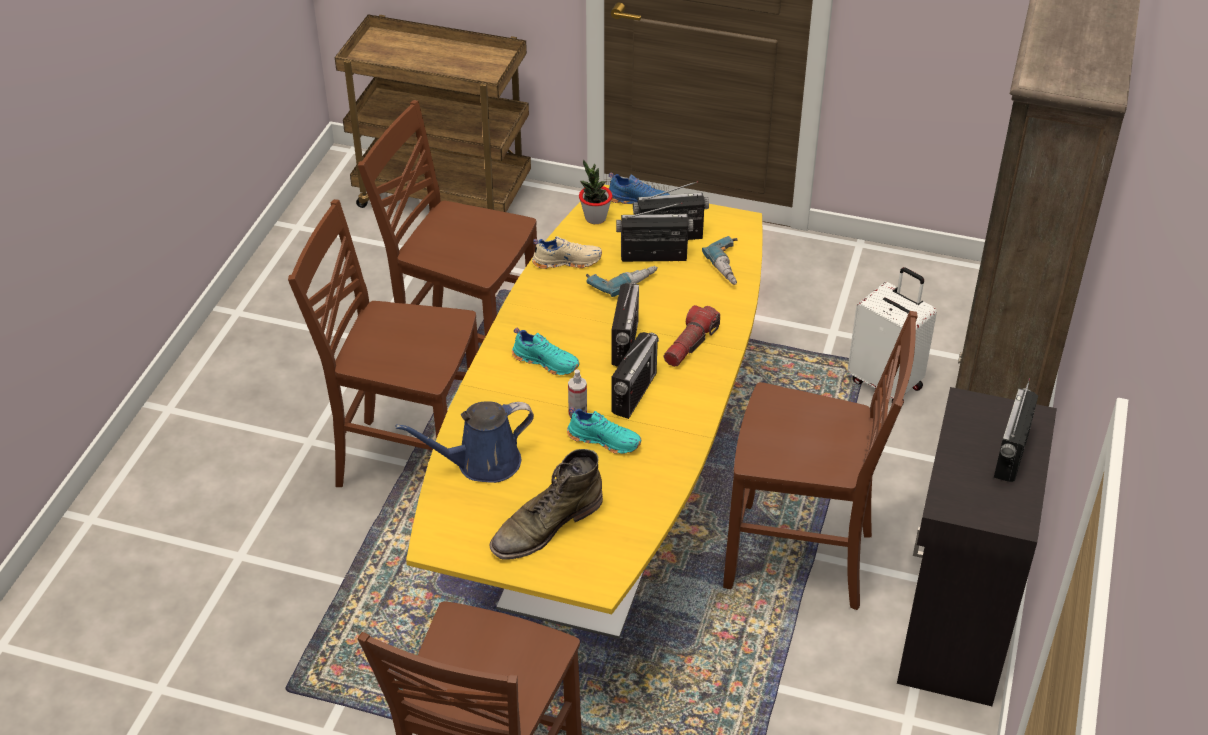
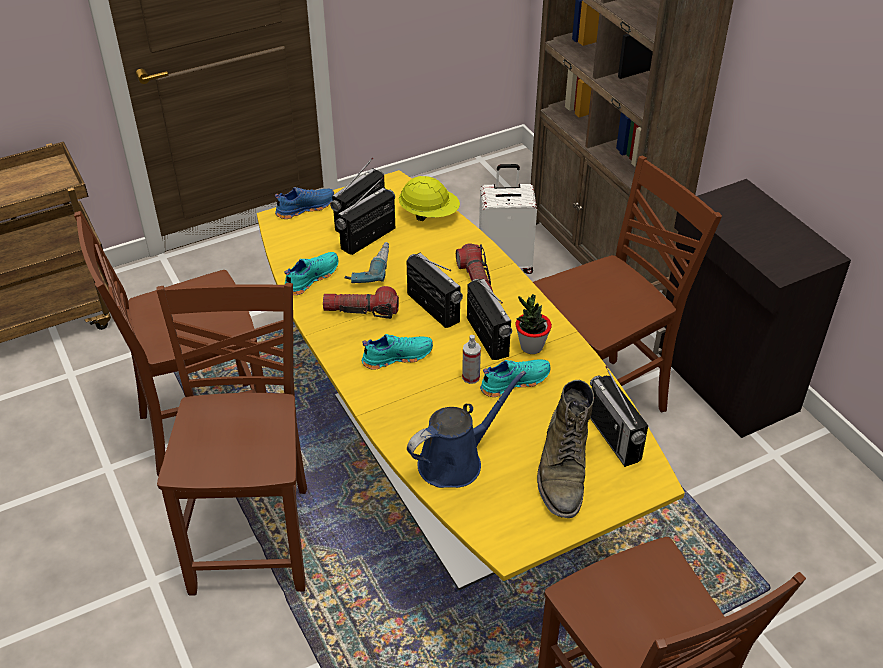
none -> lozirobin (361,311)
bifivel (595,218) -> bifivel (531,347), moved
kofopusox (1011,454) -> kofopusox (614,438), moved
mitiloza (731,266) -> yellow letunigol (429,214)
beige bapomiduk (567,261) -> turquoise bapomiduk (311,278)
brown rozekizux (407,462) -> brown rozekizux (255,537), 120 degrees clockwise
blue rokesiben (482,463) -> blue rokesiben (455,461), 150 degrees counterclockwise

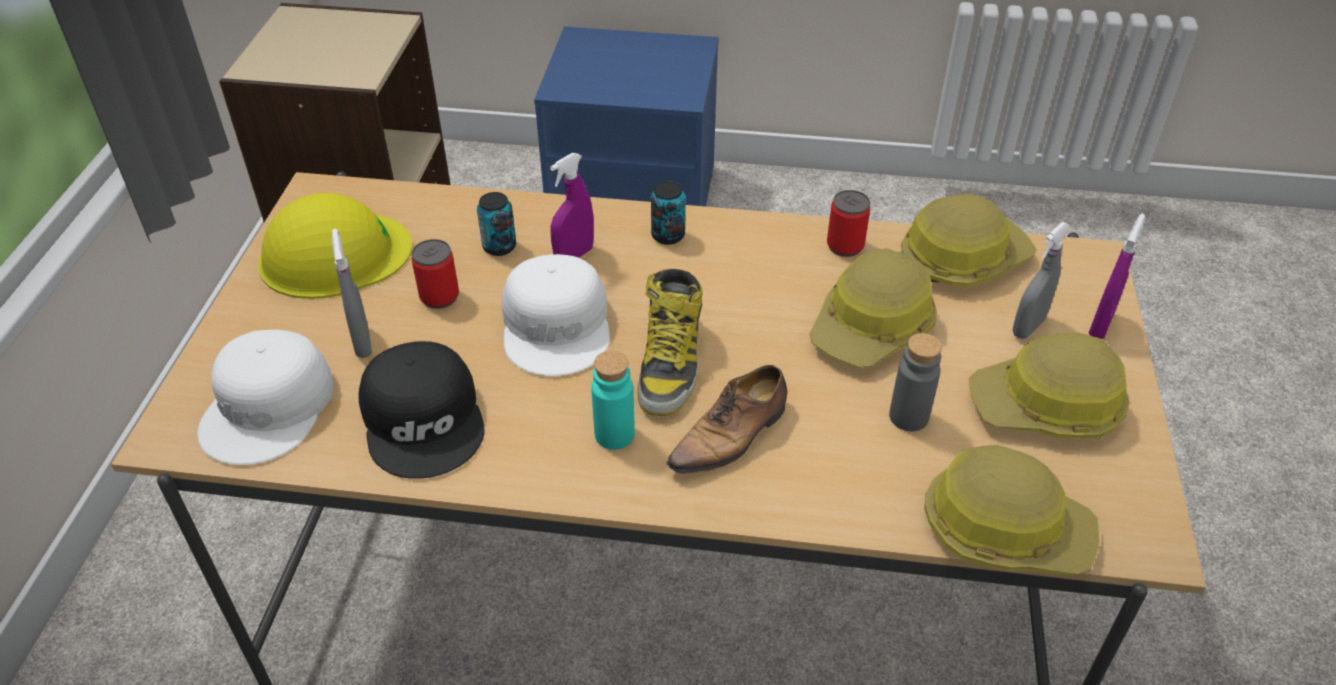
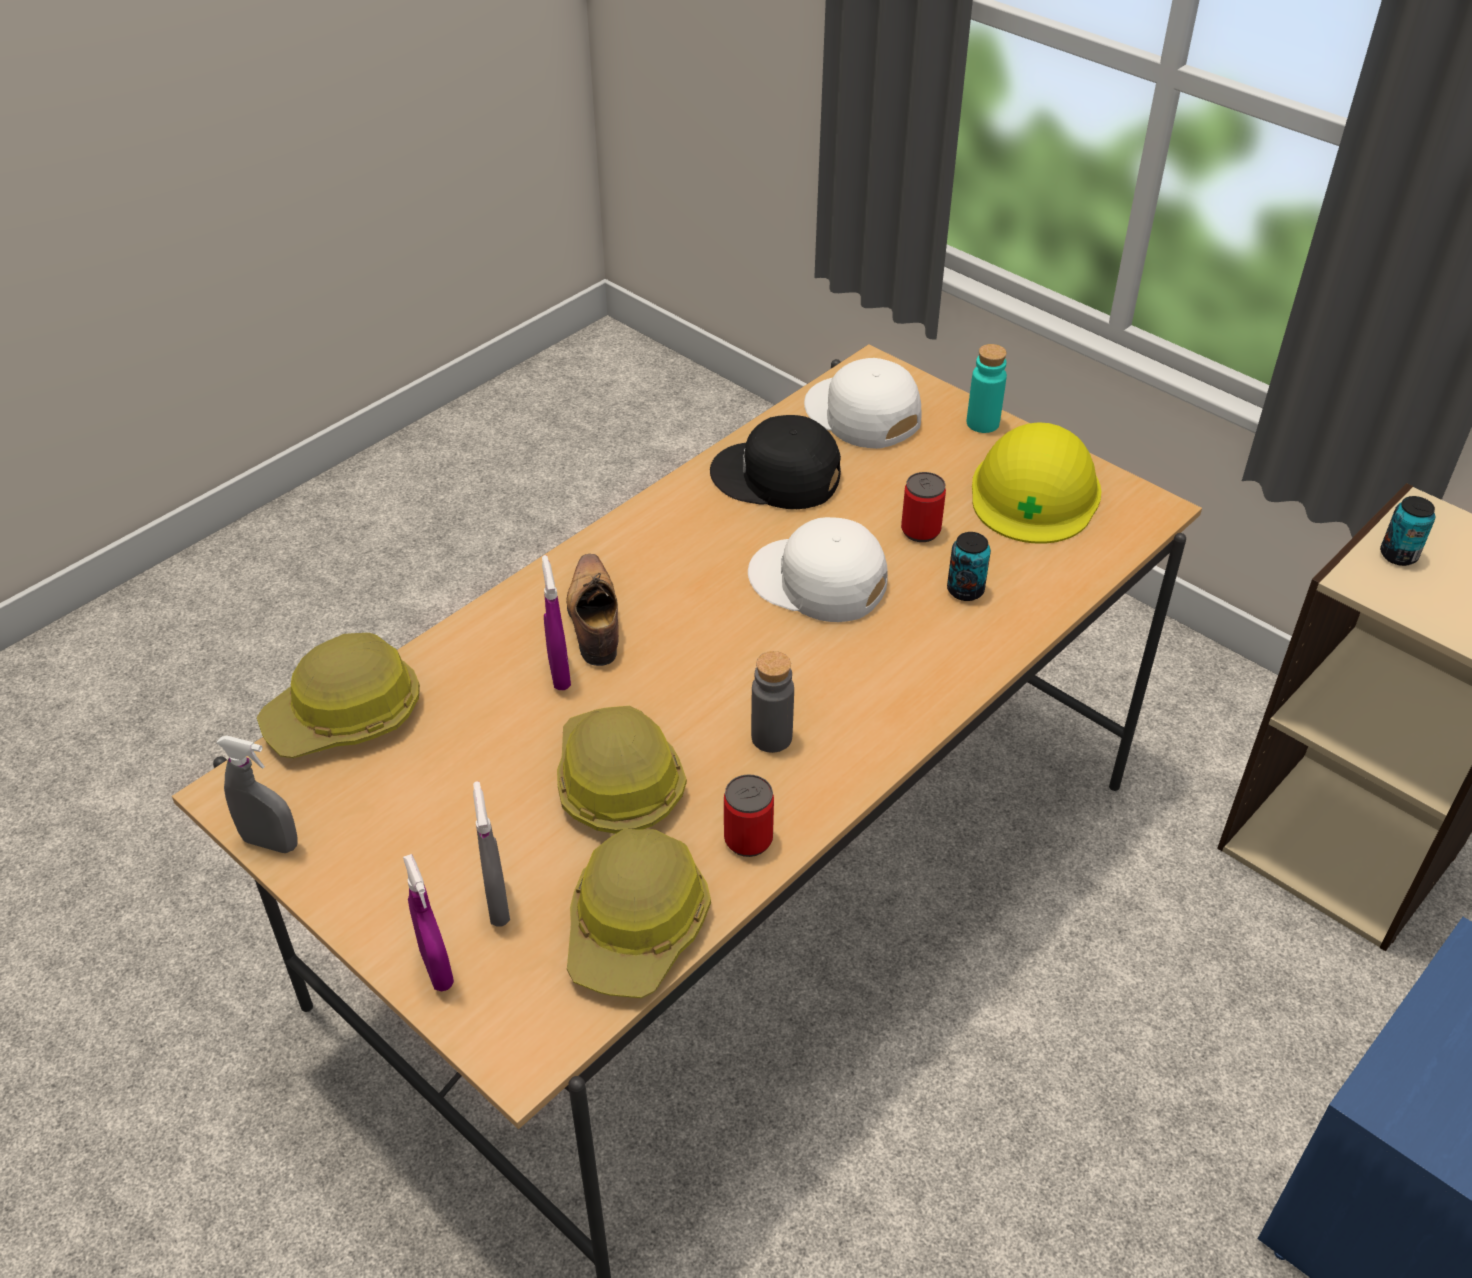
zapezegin (670,363) -> none
letunigol (1047,407) -> none
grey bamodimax (362,342) -> grey bamodimax (271,842), moved
purple bamodimax (574,256) -> purple bamodimax (559,673), moved
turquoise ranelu (614,434) -> turquoise ranelu (982,423), moved
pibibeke (668,235) -> pibibeke (1398,555), moved
grey ranelu (908,417) -> grey ranelu (771,737), moved

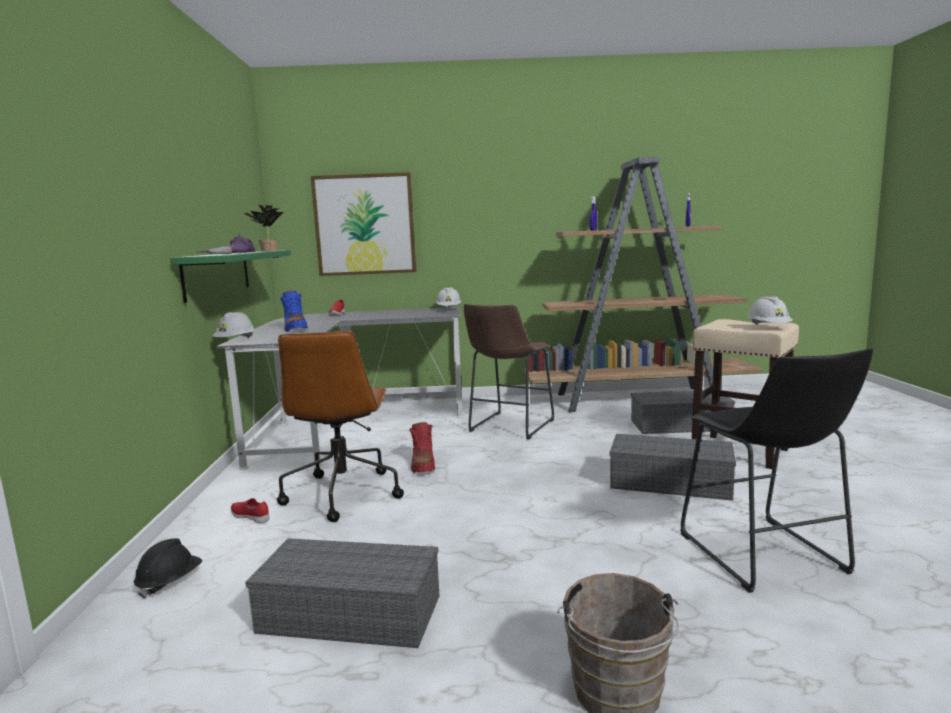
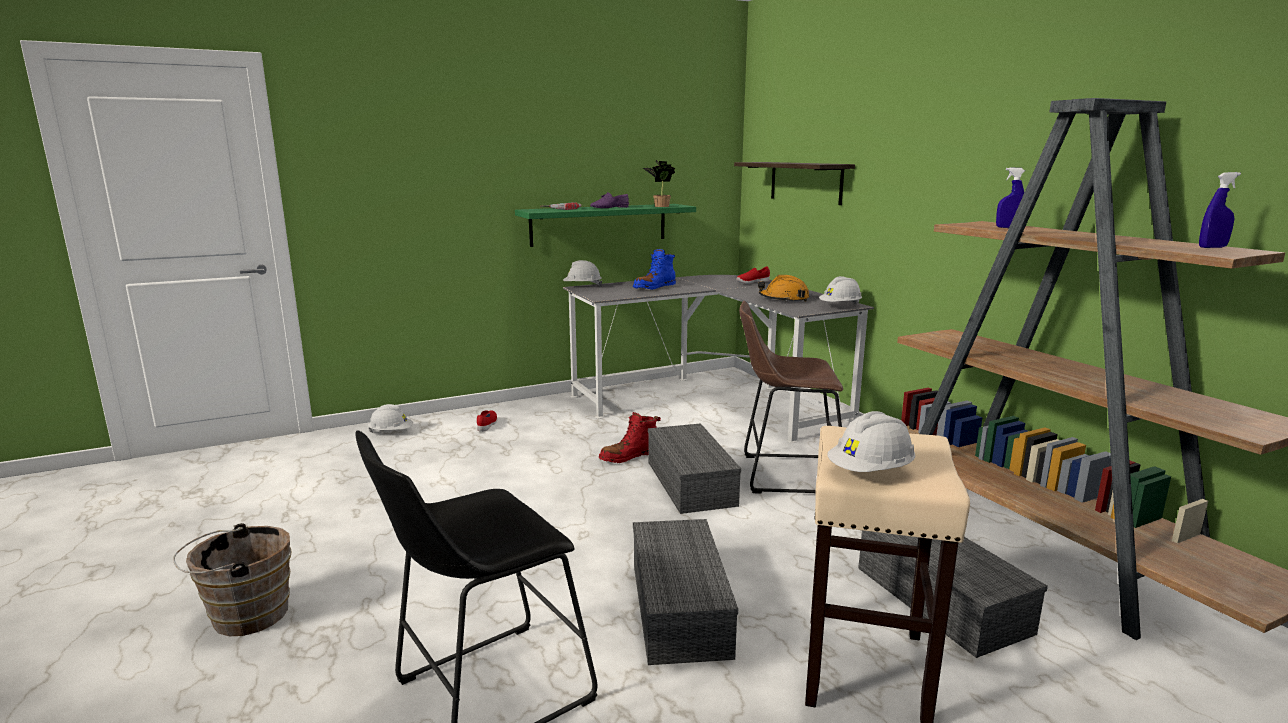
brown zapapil (343,493) -> none
none -> orange letunigol (784,299)
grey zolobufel (353,613) -> grey zolobufel (692,483), moved
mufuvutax (365,224) -> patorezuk (805,182)
black letunigol (170,582) -> white letunigol (391,432)

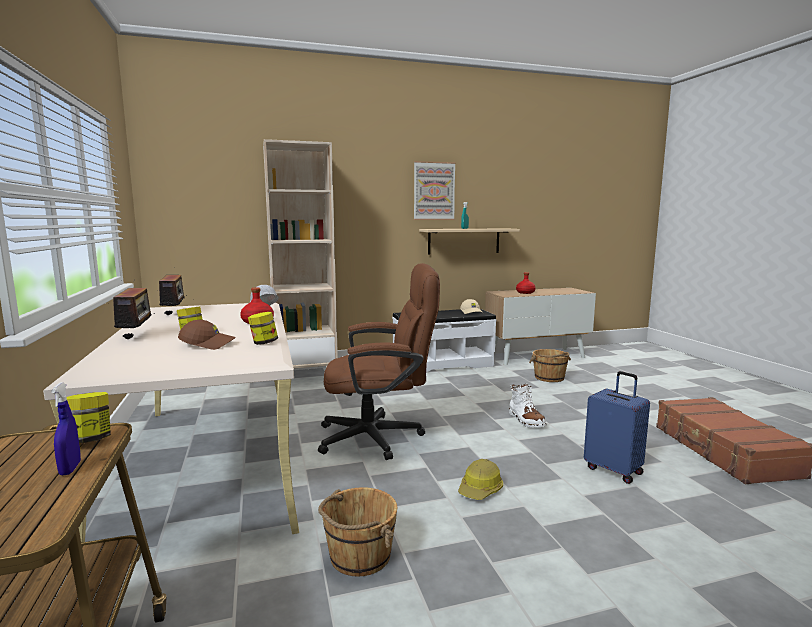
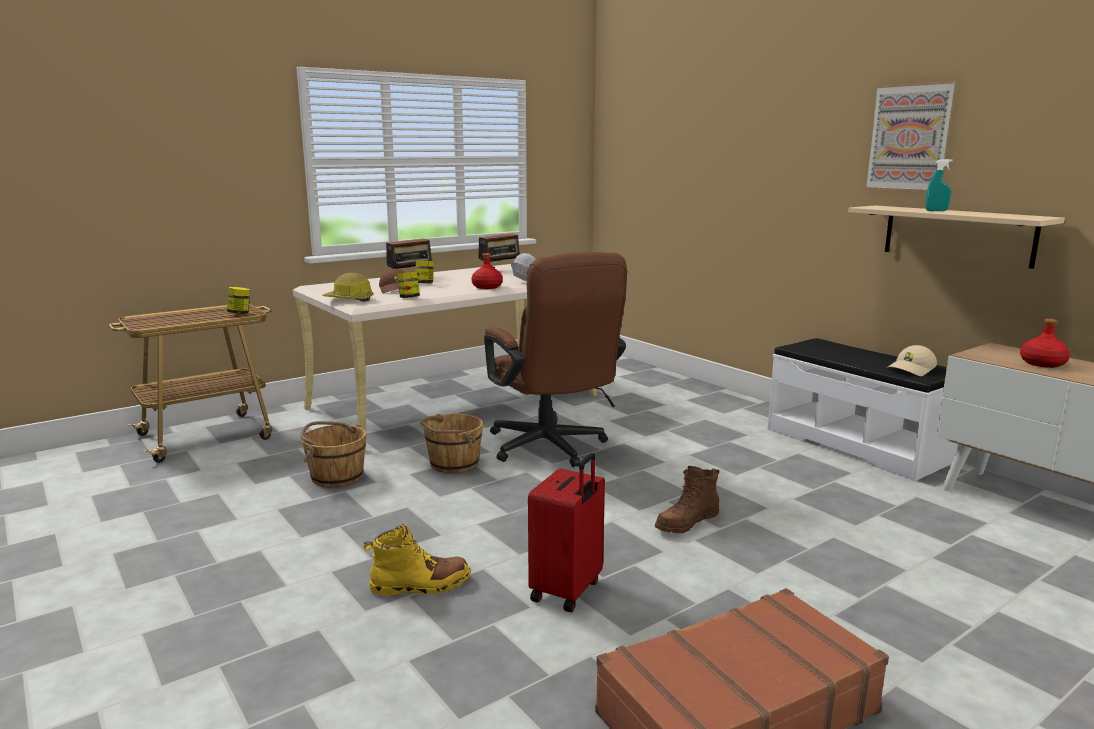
blue bamodimax (70,469) -> none
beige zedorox (306,377) -> none
none -> yellow zapezegin (420,585)
letunigol (480,490) -> letunigol (349,300), moved
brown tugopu (549,378) -> brown tugopu (453,463), moved
white zapezegin (526,420) -> brown zapezegin (687,522)
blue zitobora (614,470) -> red zitobora (568,591)

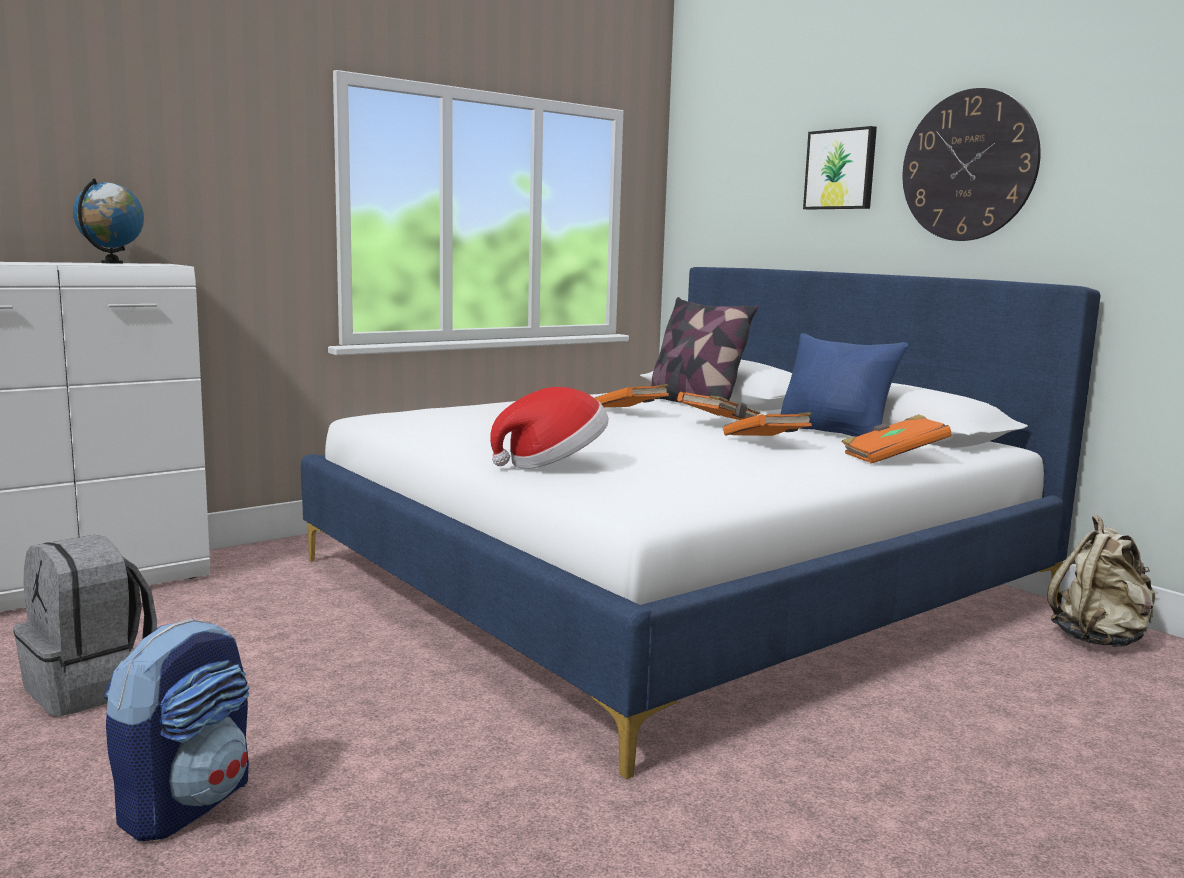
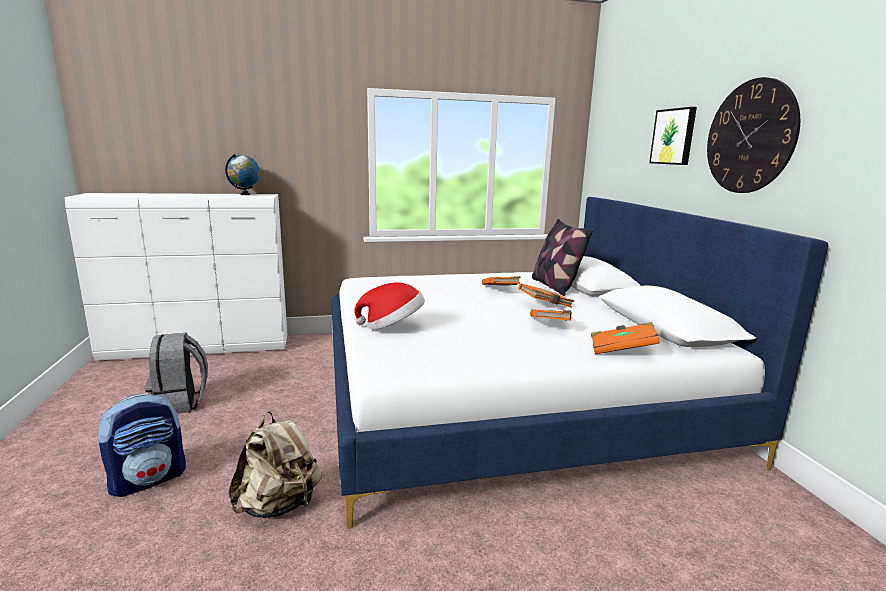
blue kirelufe (835,433) -> none
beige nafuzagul (1099,640) -> beige nafuzagul (279,505), moved

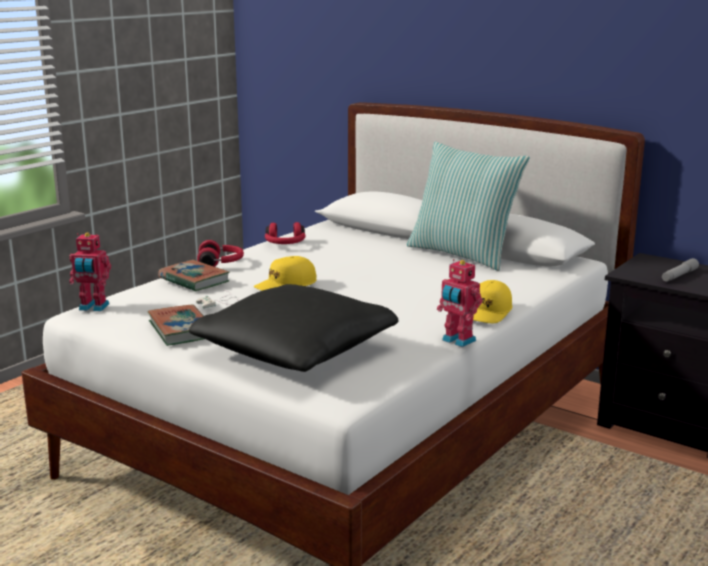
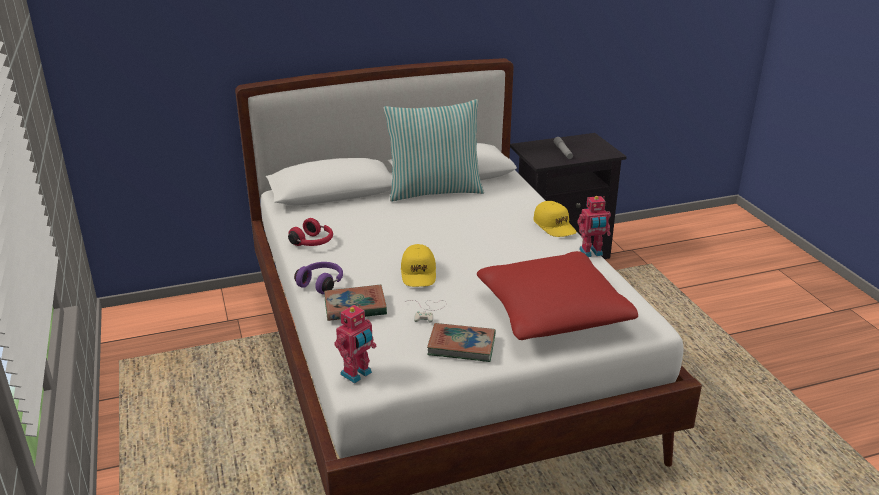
black kirelufe (296,351) -> red kirelufe (552,313)
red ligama (221,264) -> purple ligama (321,283)

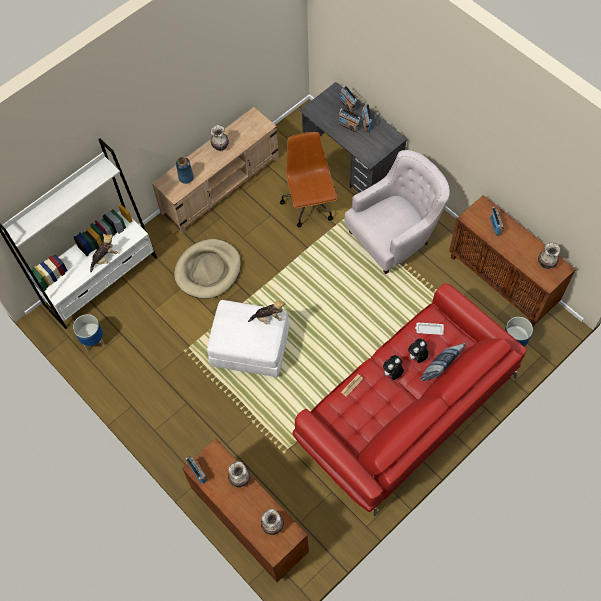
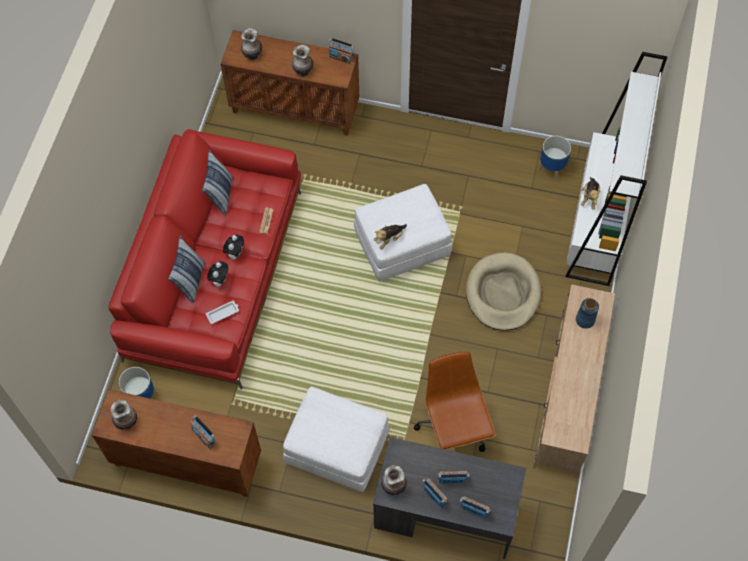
none -> kirelufe (220,194)
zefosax (220,147) -> zefosax (393,486), moved
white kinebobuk (394,235) -> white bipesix (336,448)
brown zapapil (310,205) -> brown zapapil (454,429), 150 degrees counterclockwise

